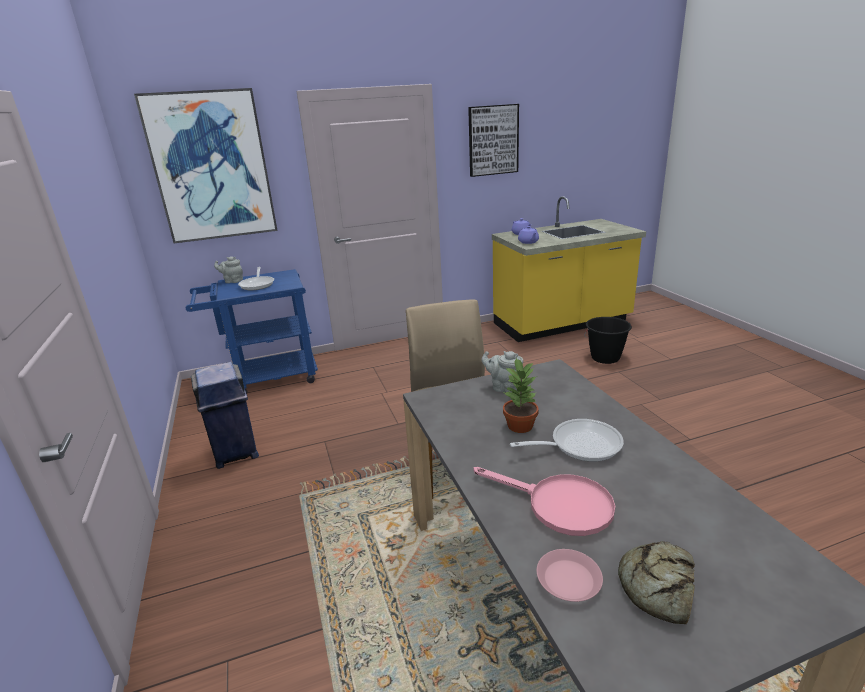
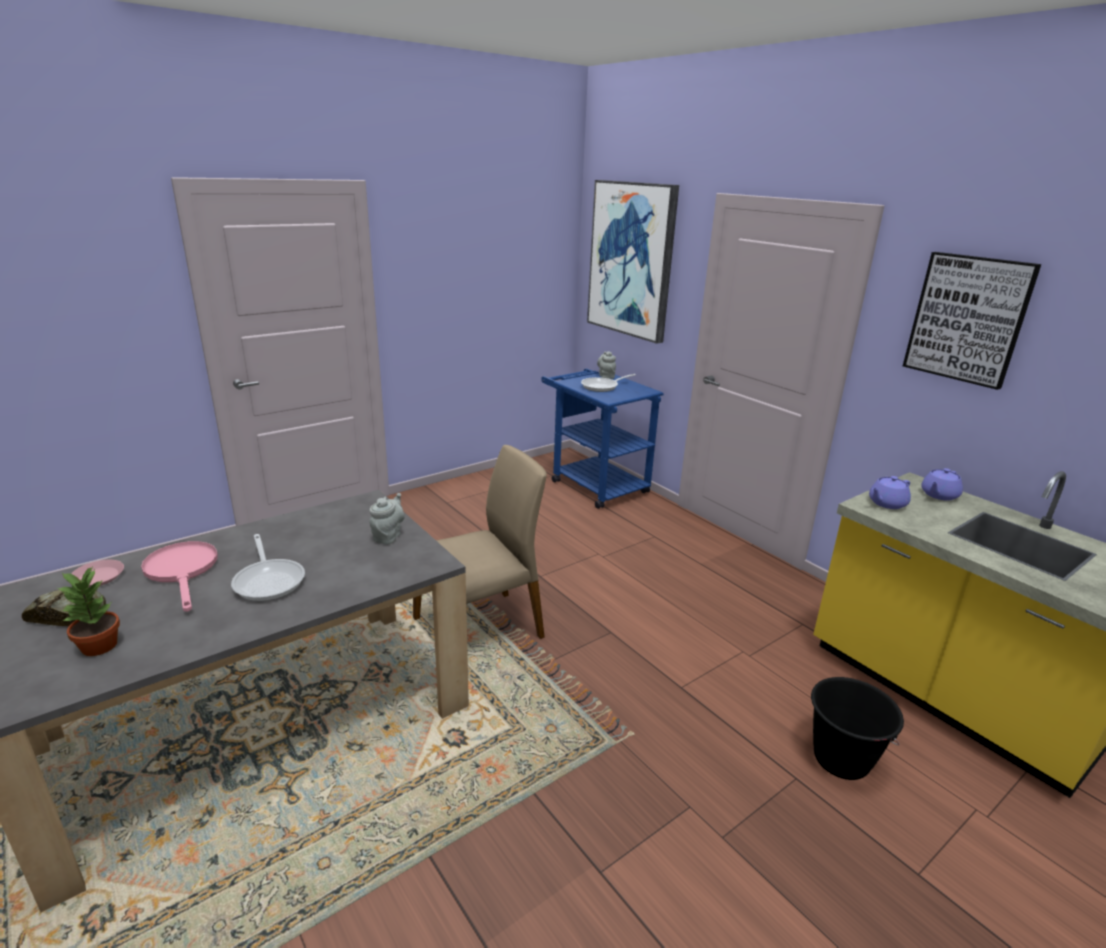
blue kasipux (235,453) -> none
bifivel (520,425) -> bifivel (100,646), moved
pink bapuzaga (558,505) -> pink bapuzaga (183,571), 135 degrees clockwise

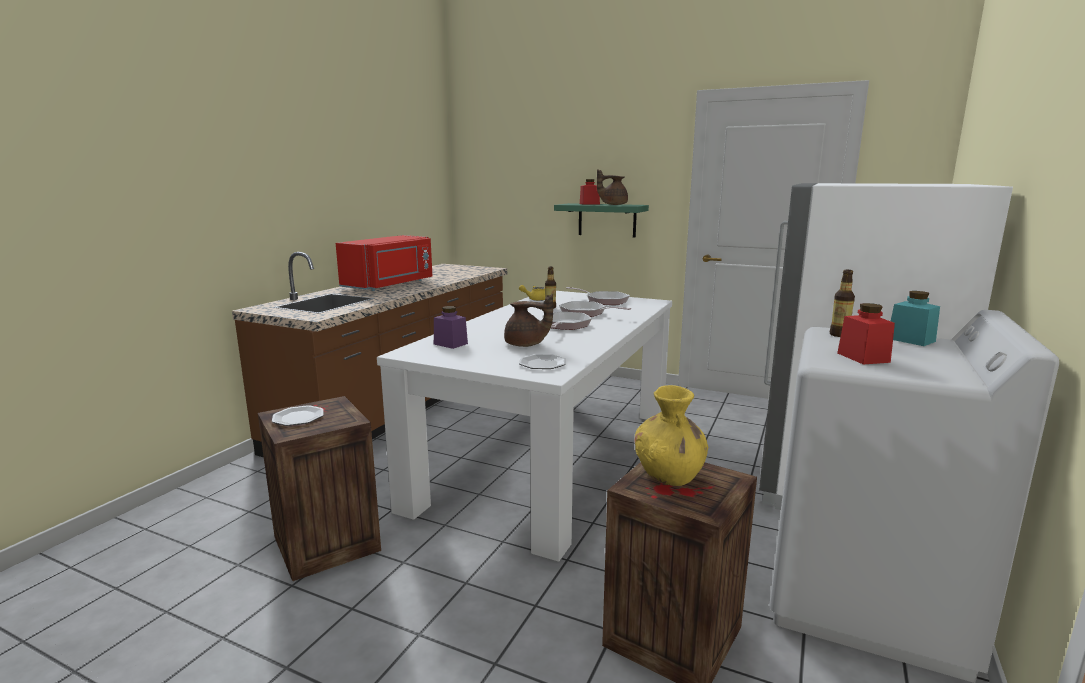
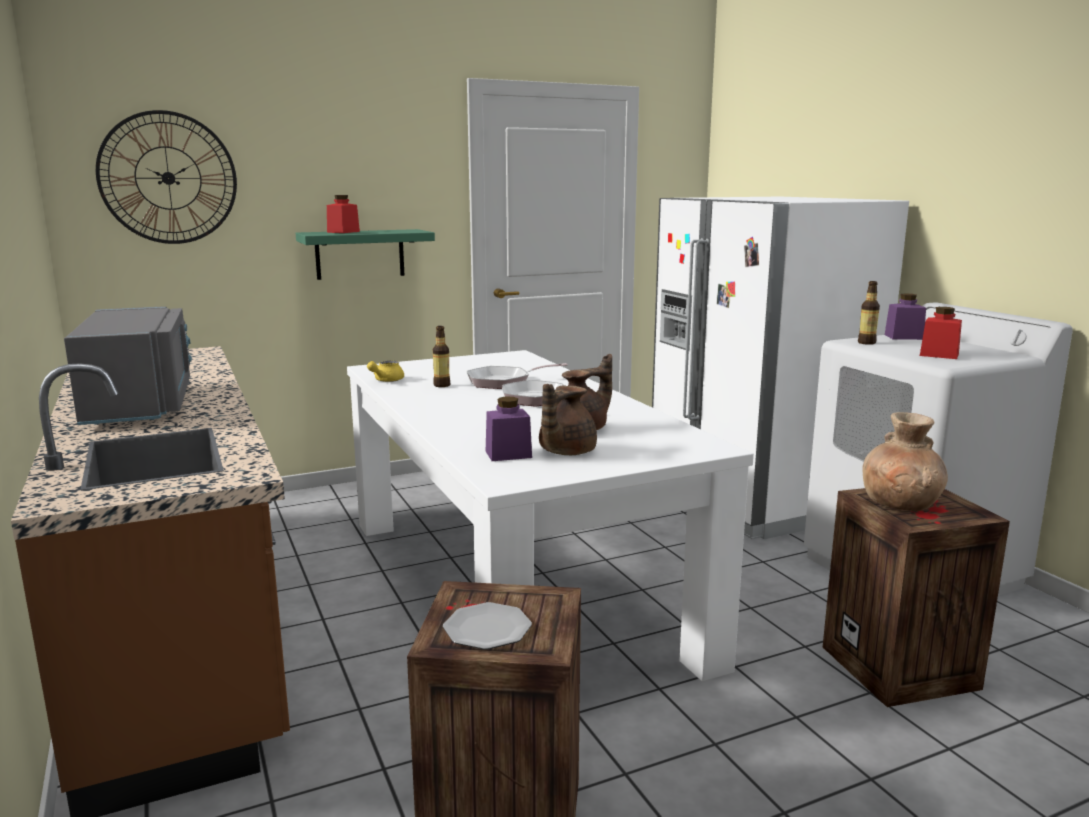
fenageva (542,364) -> none
bapuzaga (604,301) -> none
none -> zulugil (168,178)
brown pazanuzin (613,204) -> brown pazanuzin (565,452), moved
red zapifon (390,285) -> grey zapifon (142,404)
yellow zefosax (669,475) -> brown zefosax (900,504)
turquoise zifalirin (911,340) -> purple zifalirin (903,337)

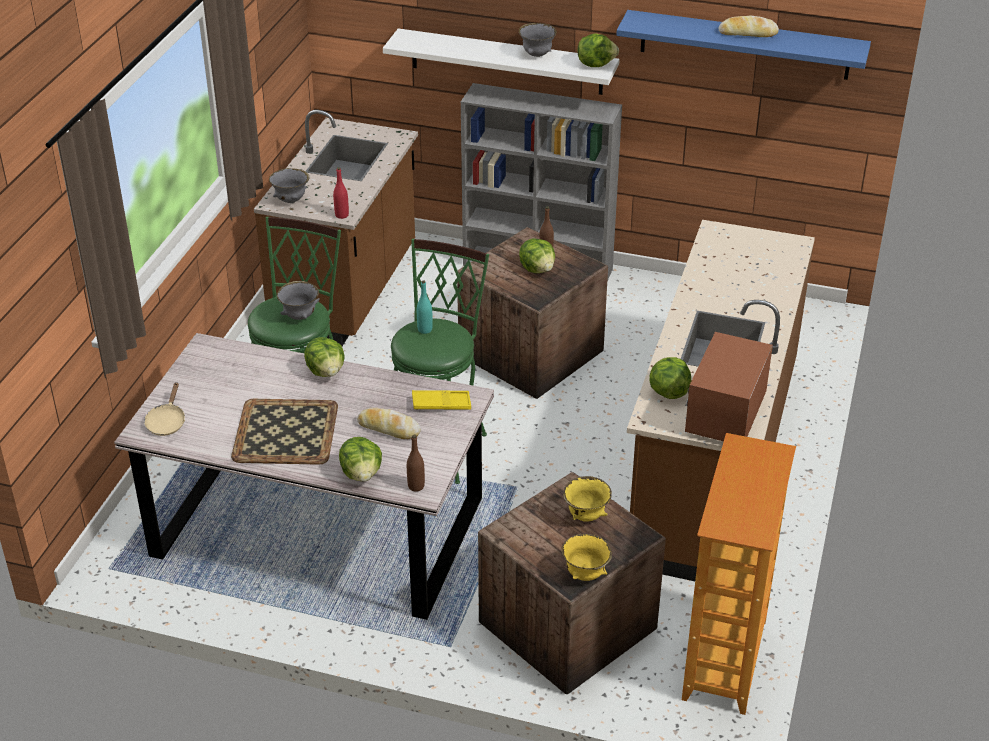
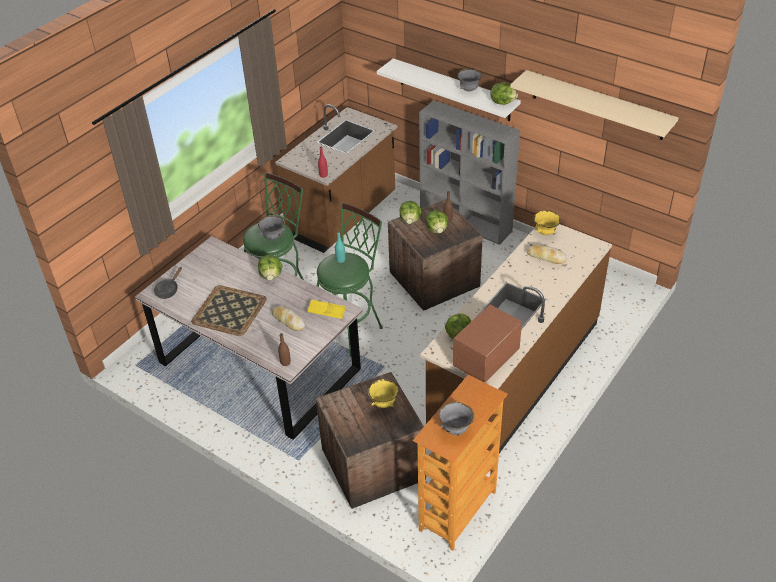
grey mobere (291,200) -> grey mobere (455,430), moved
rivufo (362,474) -> rivufo (410,220), moved
yellow mobere (585,575) -> yellow mobere (545,233), moved
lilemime (748,33) -> lilemime (546,257), moved
beige bapuzaga (167,422) -> black bapuzaga (168,290)
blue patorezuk (744,45) -> beige patorezuk (597,105)

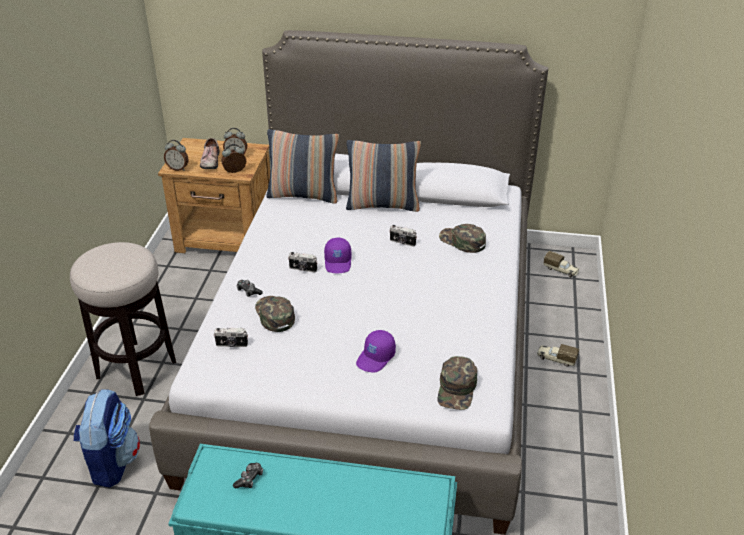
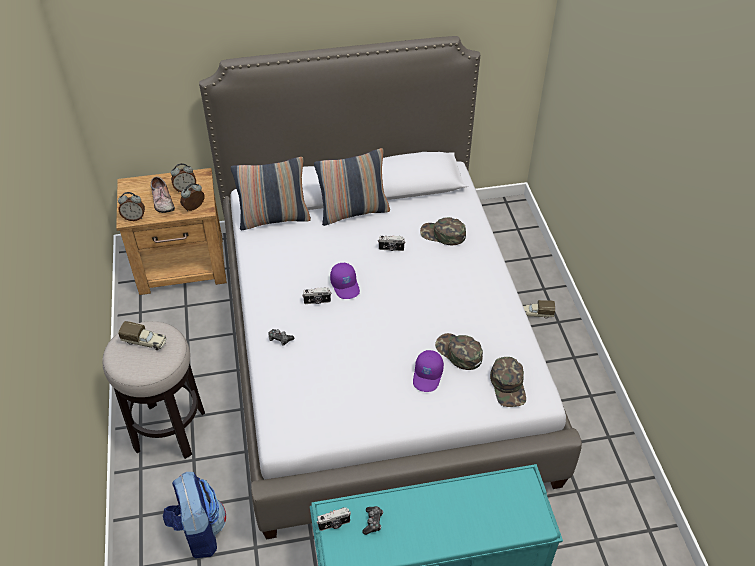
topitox (231,345) -> topitox (334,524), moved
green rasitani (274,315) -> green rasitani (458,352), moved
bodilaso (561,270) -> bodilaso (145,342), moved

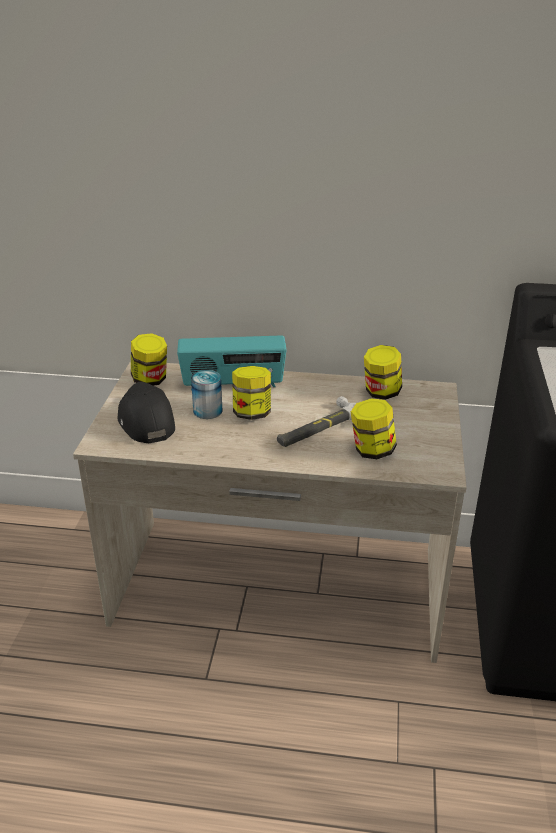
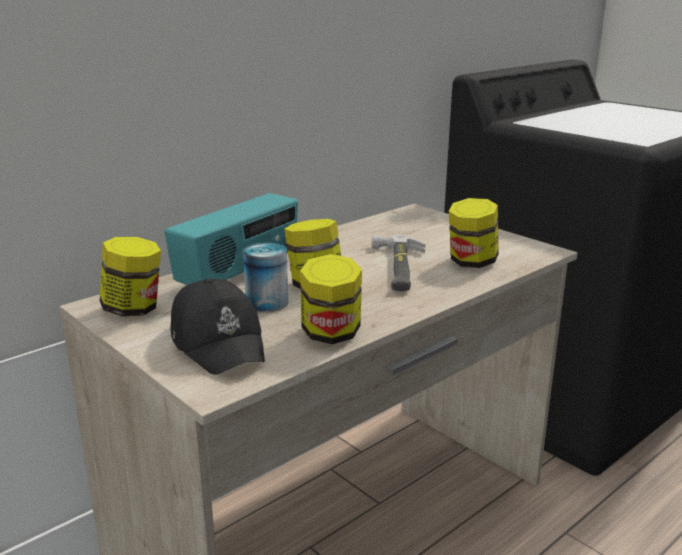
zifalirin (381,393) -> zifalirin (331,334), moved
black rasitani (145,421) -> black rasitani (219,342), 135 degrees counterclockwise

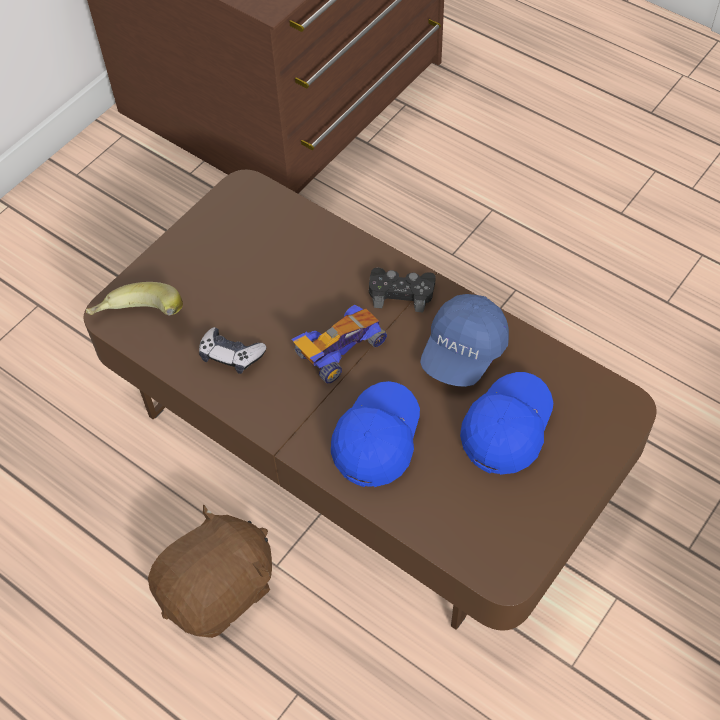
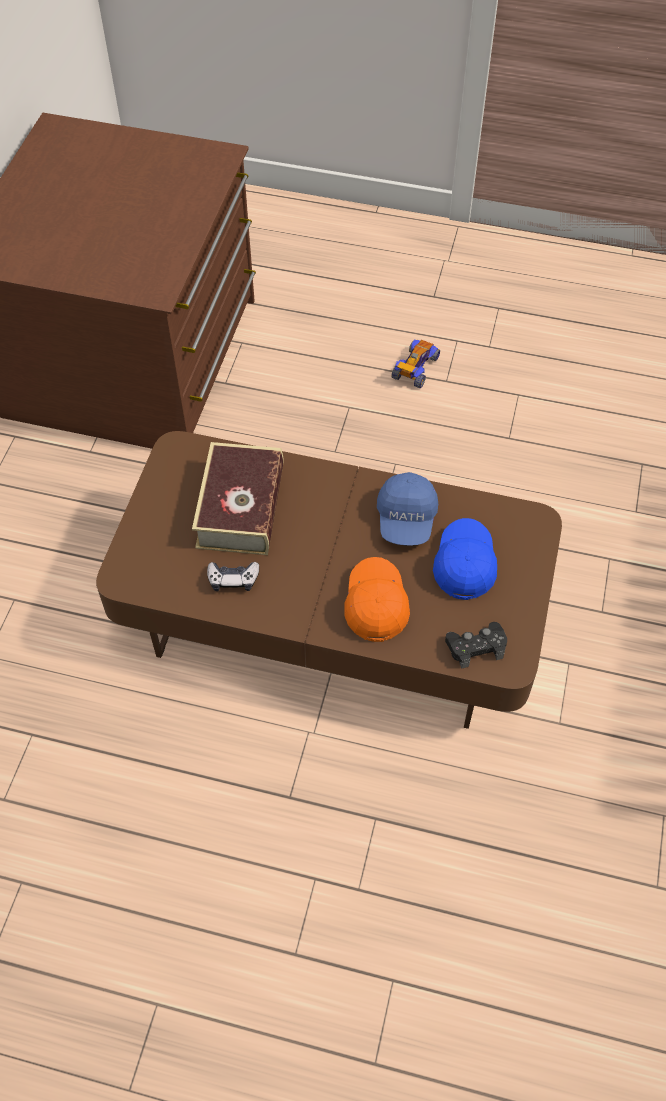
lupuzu (139,322) -> none
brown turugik (219,590) -> none
none -> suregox (240,507)
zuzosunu (339,351) -> zuzosunu (415,370), moved
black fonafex (401,293) -> black fonafex (476,647), moved
blue rasitani (377,440) -> orange rasitani (375,605)

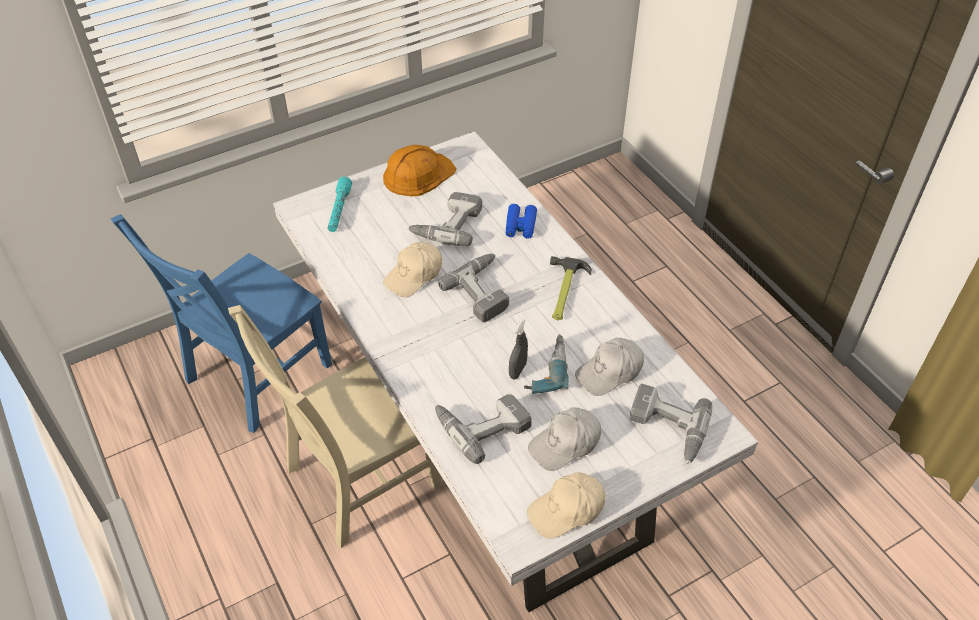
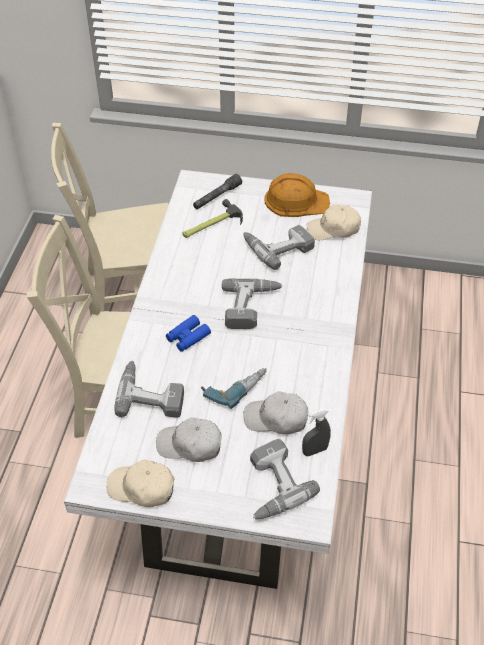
beige rasitani (414,275) -> beige rasitani (333,229), moved
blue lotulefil (520,225) -> blue lotulefil (188,337), moved
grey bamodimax (517,370) -> grey bamodimax (315,450), moved
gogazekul (564,292) -> gogazekul (211,224), moved
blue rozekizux (254,376) -> beige rozekizux (129,294)
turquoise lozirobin (339,210) -> grey lozirobin (217,197)

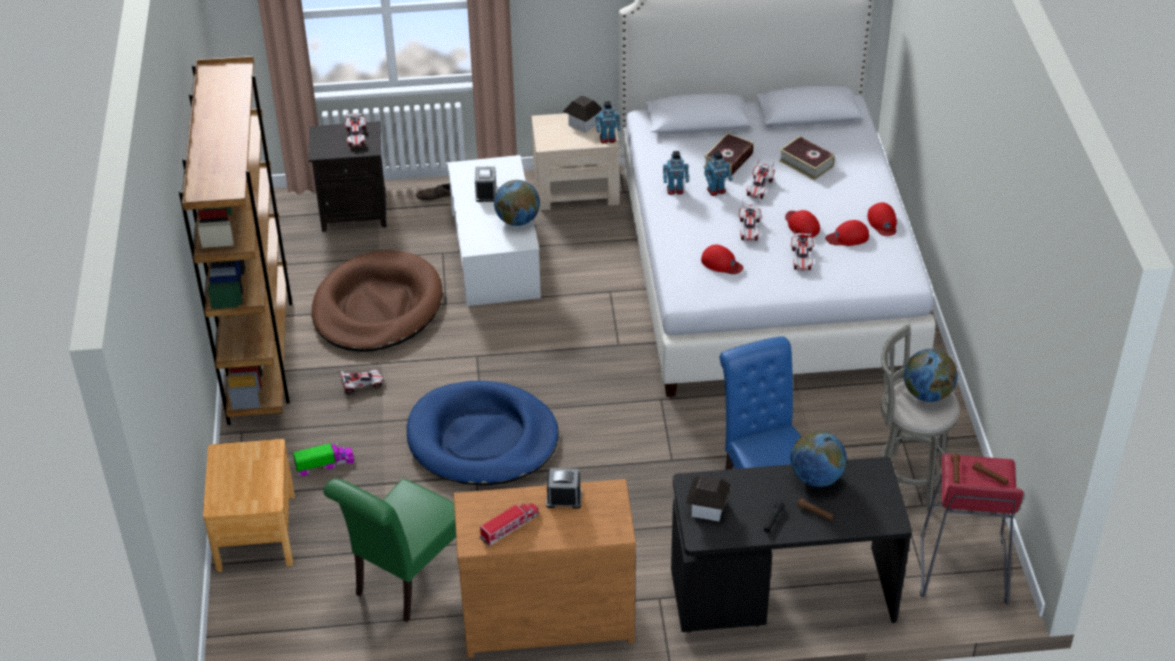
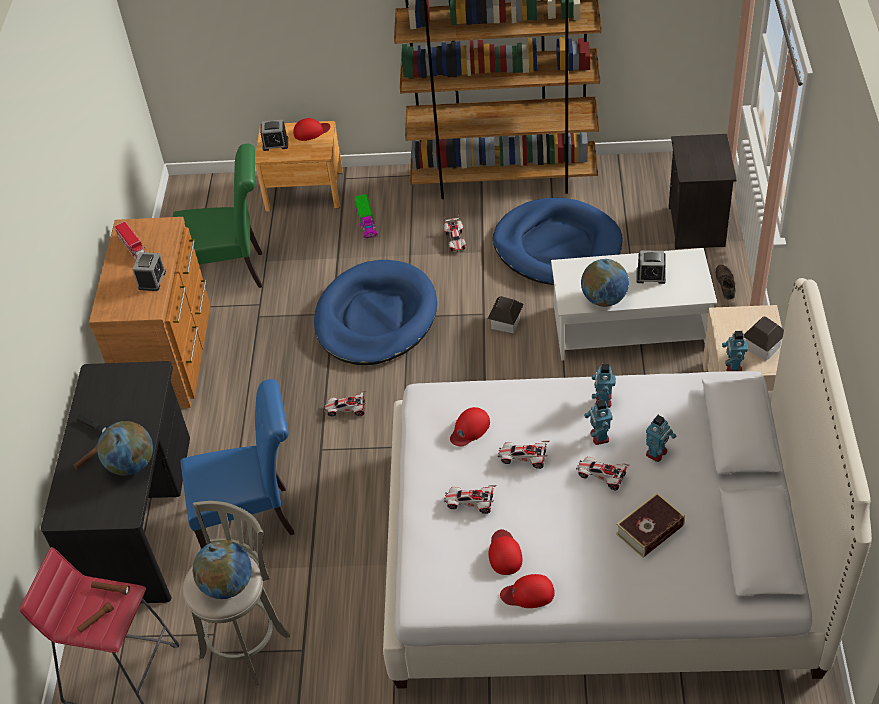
none -> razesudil (275,144)
zuzosunu (356,137) -> zuzosunu (347,410), moved
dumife (707,508) -> dumife (506,323), moved
red rasitani (801,225) -> red rasitani (311,131), moved
suregox (728,160) -> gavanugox (657,453)
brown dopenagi (377,307) -> blue dopenagi (557,246)
green rozekizux (406,581) -> green rozekizux (230,273), 135 degrees clockwise

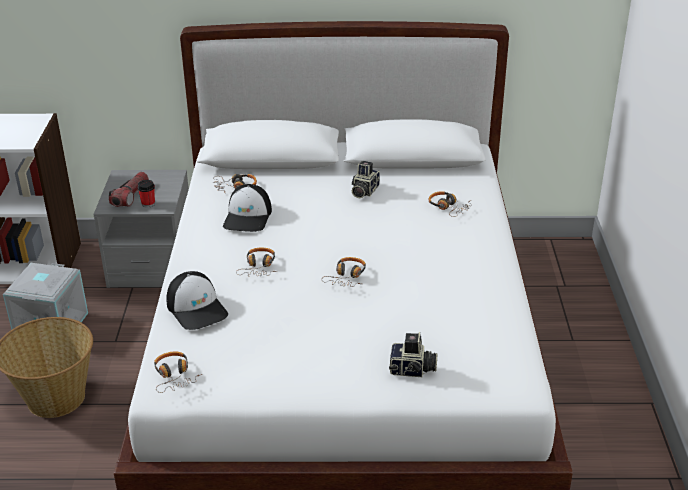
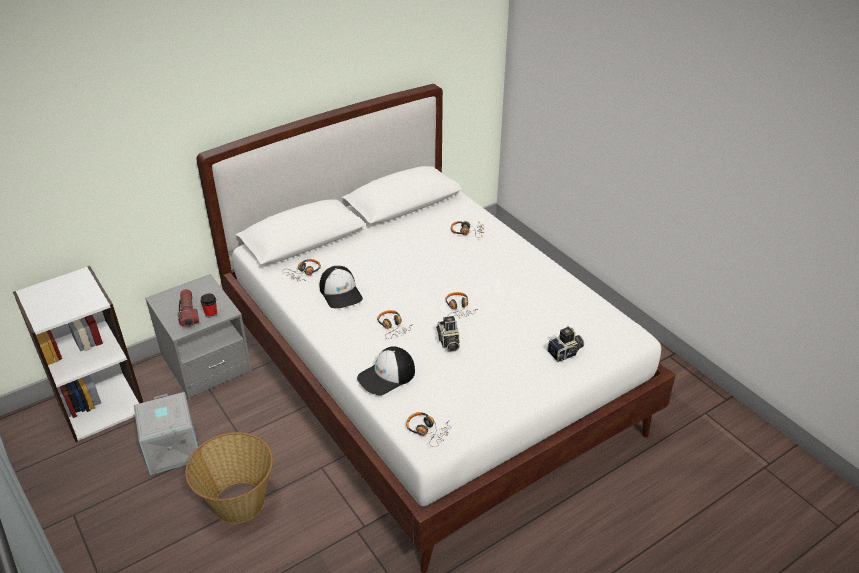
topitox (363,191) -> topitox (448,342), moved
rasitani (197,308) -> rasitani (387,376), 120 degrees clockwise

